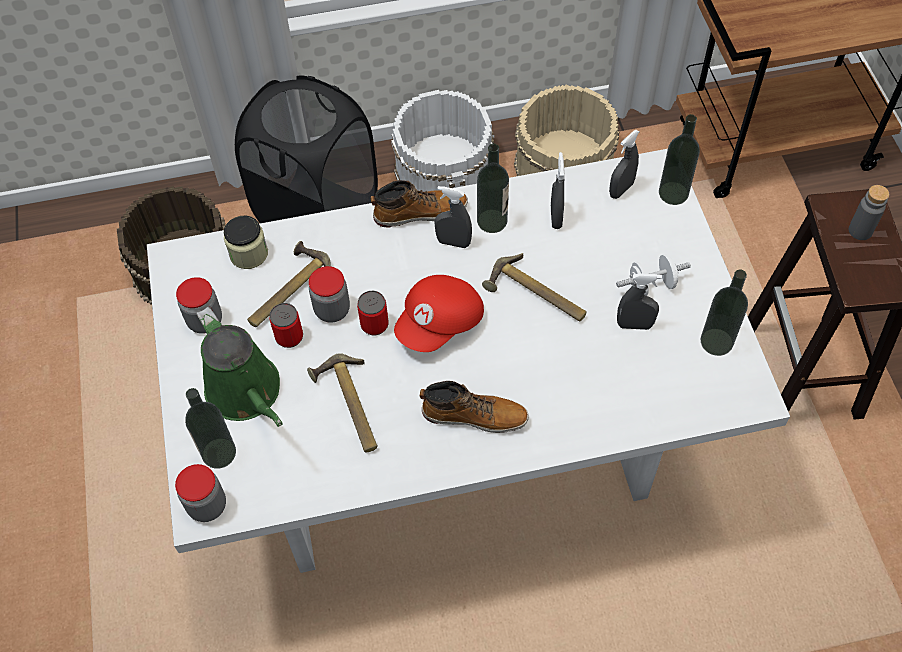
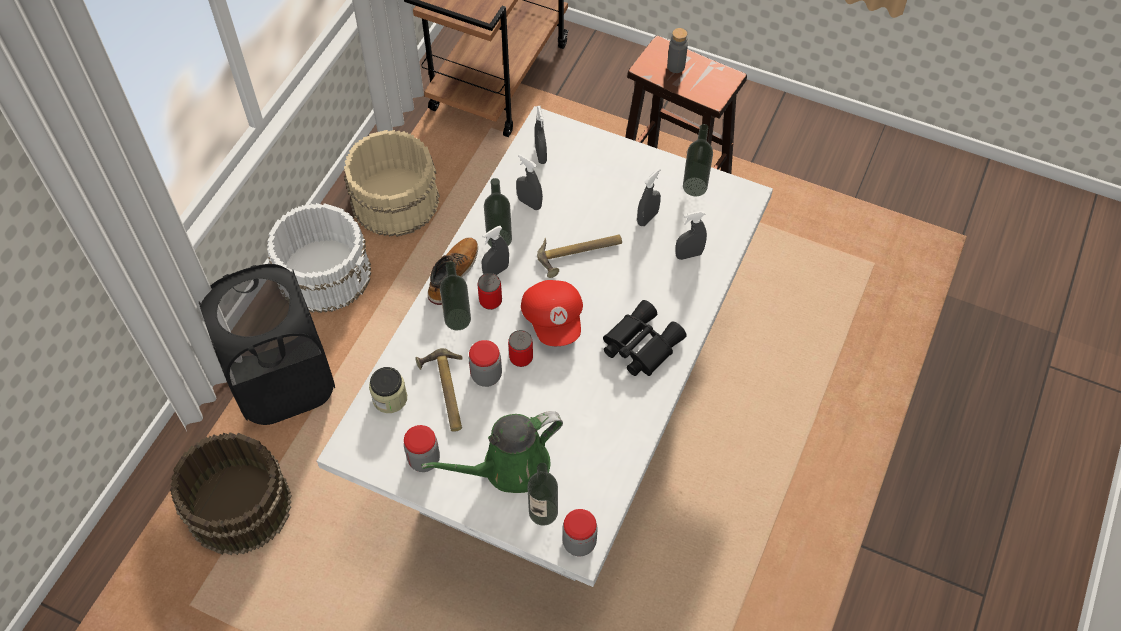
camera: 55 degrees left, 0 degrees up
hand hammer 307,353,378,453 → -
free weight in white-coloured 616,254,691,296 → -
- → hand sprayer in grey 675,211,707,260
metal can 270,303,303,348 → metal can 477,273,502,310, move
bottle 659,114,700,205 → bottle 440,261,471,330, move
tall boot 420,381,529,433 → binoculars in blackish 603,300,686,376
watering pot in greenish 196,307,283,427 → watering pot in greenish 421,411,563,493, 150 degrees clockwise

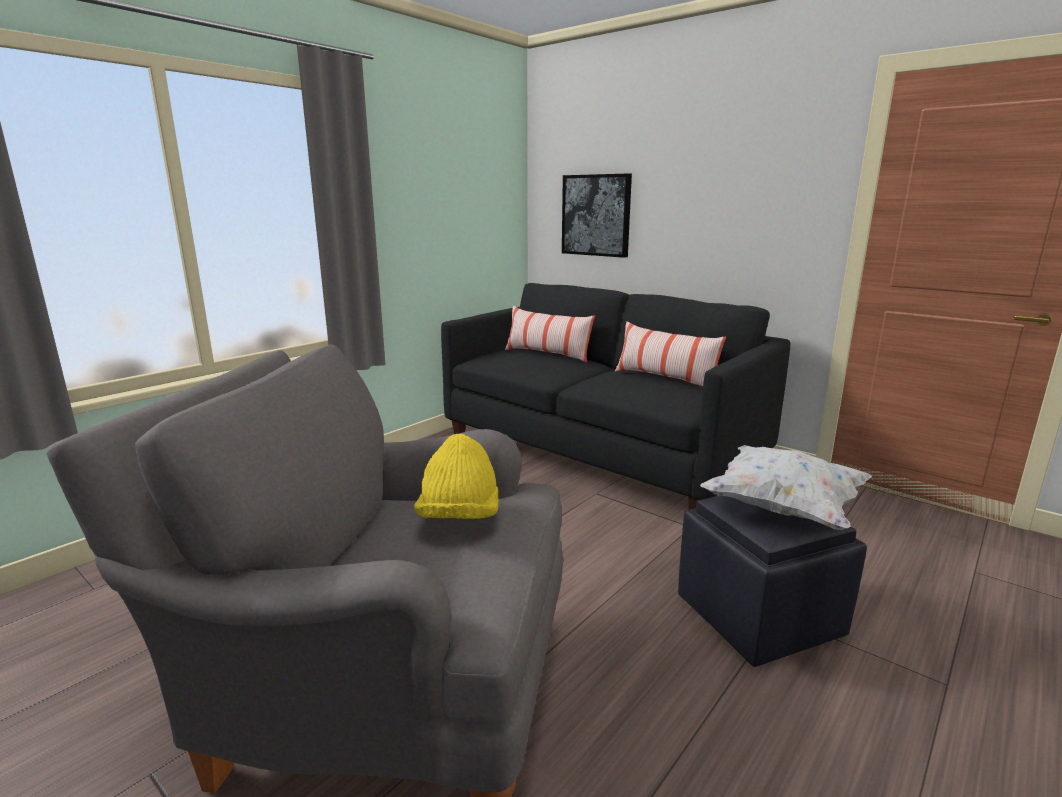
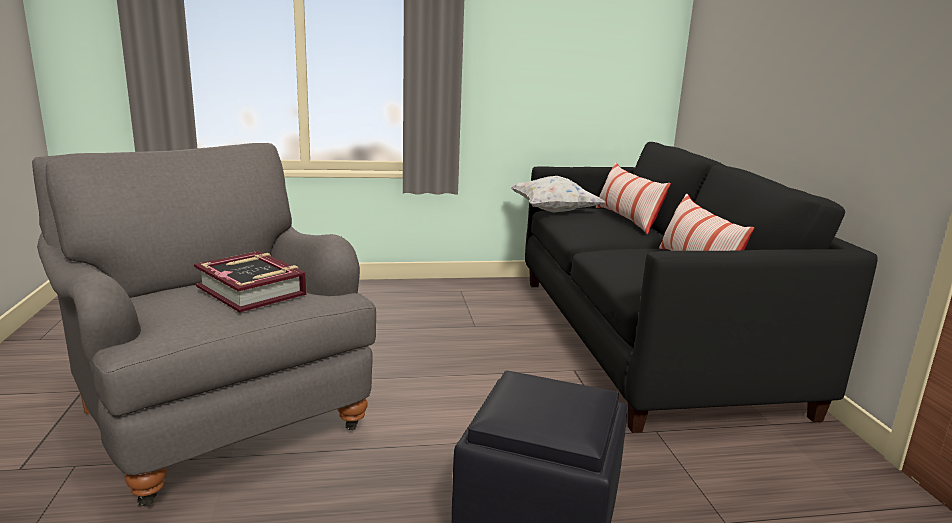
camera: 40 degrees right, 0 degrees up
wall art 562,173,632,258 → -
cushion in white-coloured 700,445,872,530 → cushion in white-coloured 510,176,605,213, move
clothing hat in yellowish 414,434,499,519 → bound book 194,251,307,313

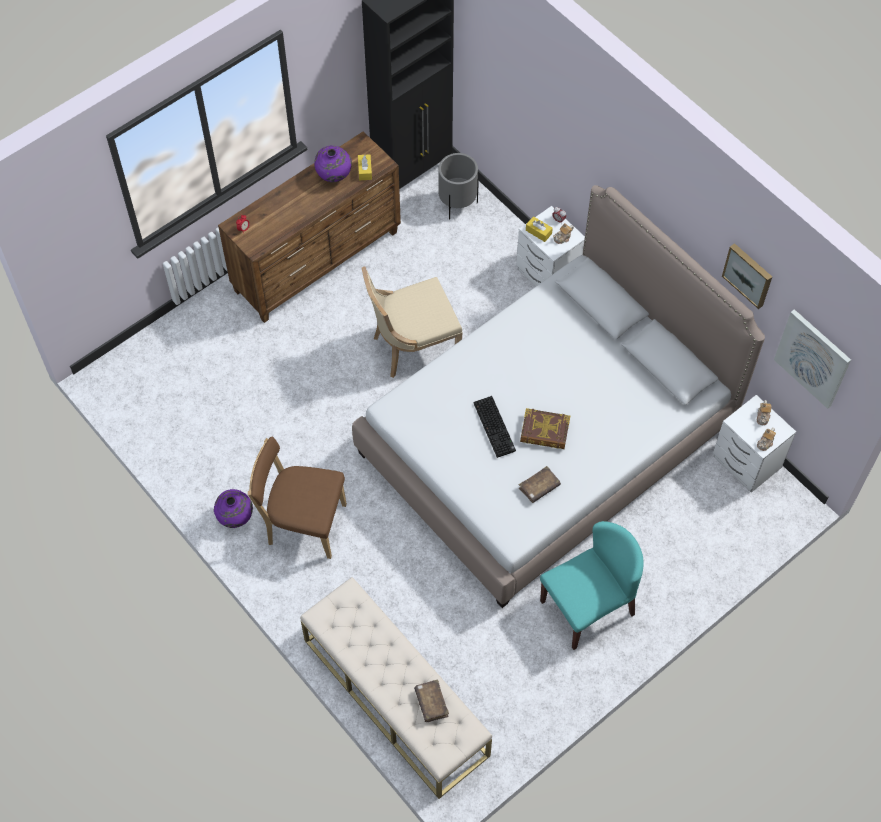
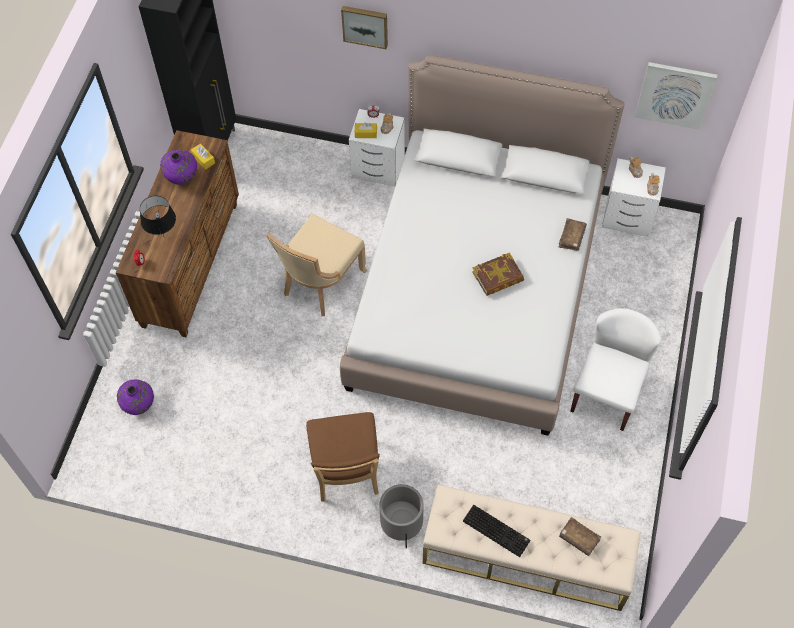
camera: 35 degrees left, 0 degrees up
- → table lamp in blackish 140,196,176,236
vase in purplish 214,489,253,528 → vase in purplish 117,380,154,415, move
planter in grey 438,153,479,219 → planter in grey 379,484,424,548, move
PC keyboard 474,396,516,458 → PC keyboard 463,505,530,557, move
bound book in brownish 519,466,561,503 → bound book in brownish 559,218,587,251, move
wall art 722,243,772,309 → wall art 341,6,388,49, move
chair in turquoise-coloured 540,521,644,650 → chair in white-coloured 570,308,661,431
chair in brownish 248,436,347,559 → chair in brownish 306,412,380,502, 75 degrees counterclockwise

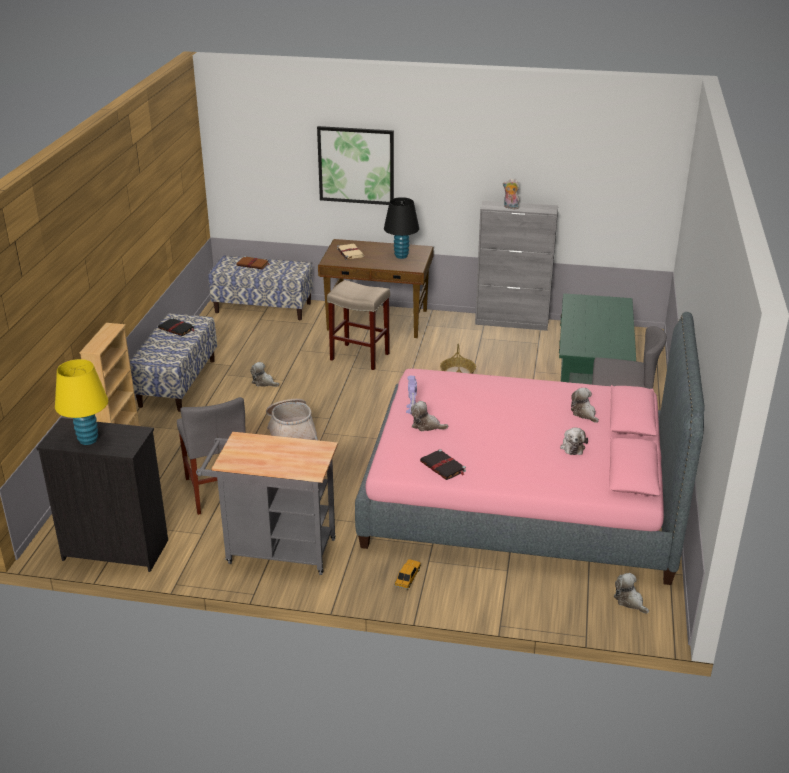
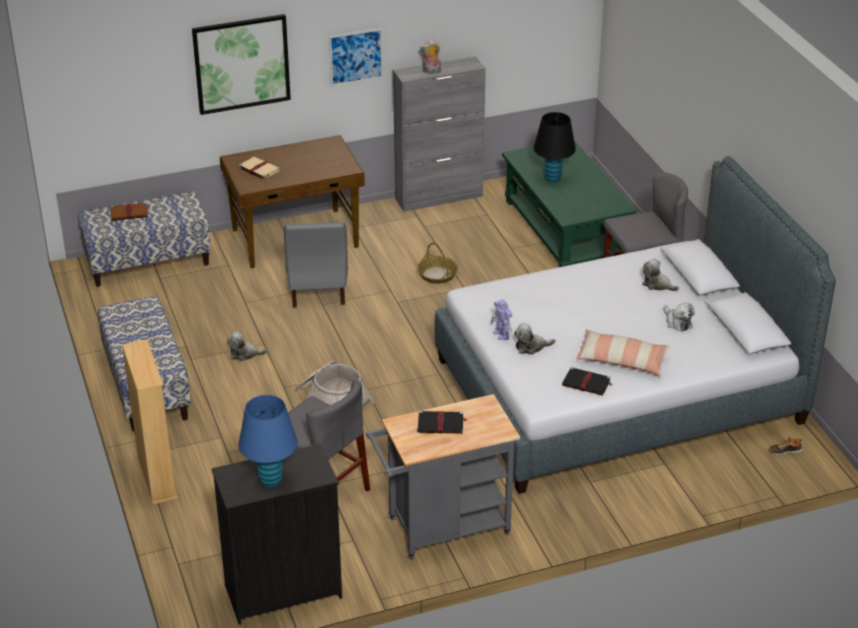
camera: 30 degrees left, 5 degrees up
model car 394,559,421,590 → -
- → wall art 329,28,383,86
- → cushion 576,330,669,376
bound book in blackish 158,318,195,336 → bound book in blackish 418,410,467,434, move
table lamp in blackish 384,197,419,259 → table lamp in blackish 533,112,576,183, move
sitting stool in sand-coloured 327,280,390,370 → chair in grey 284,222,348,308
soft toy 614,573,649,613 → shoe 769,437,803,455
table lamp in yellowish 55,359,108,445 → table lamp in bluish 239,395,298,487
bed in pinkish 355,312,705,585 → bed in grey 435,156,836,494

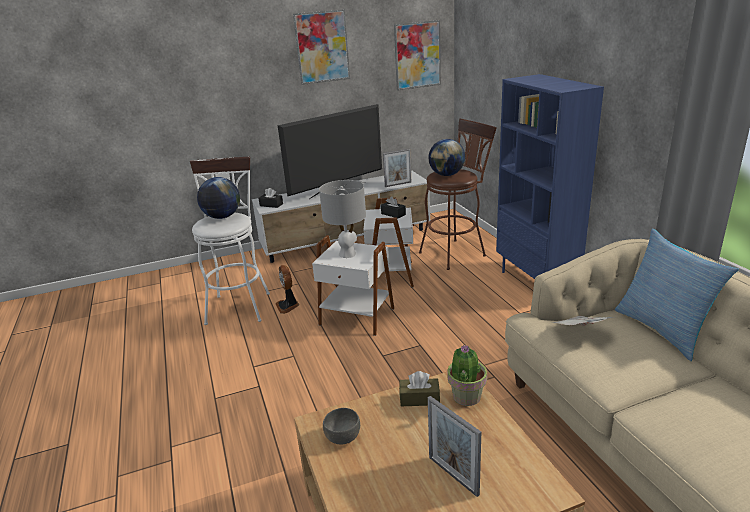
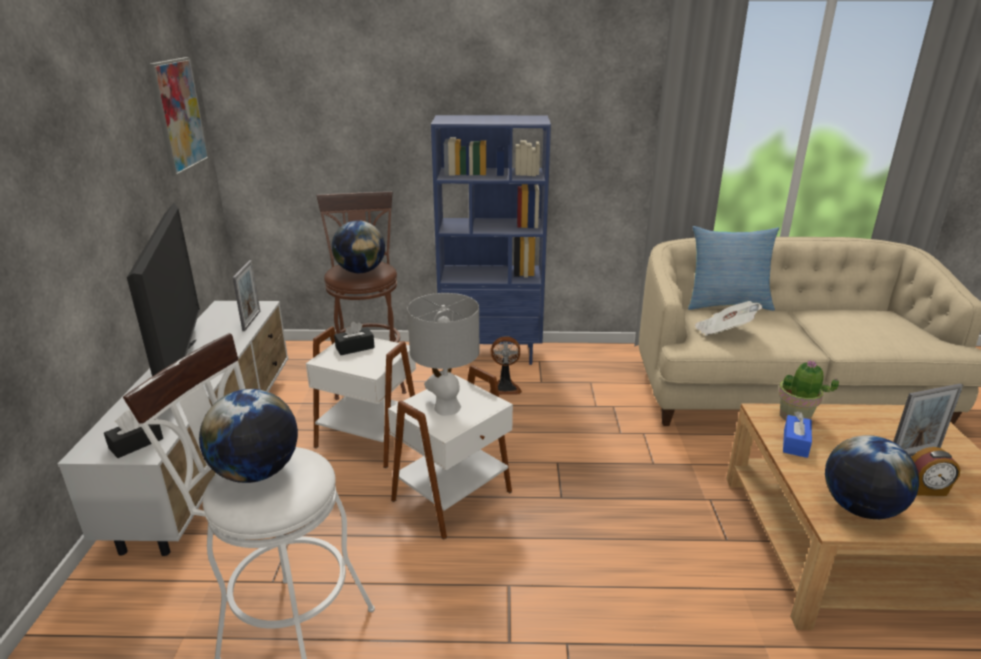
camera: 70 degrees left, 0 degrees up
wall art 293,9,350,85 → -
- → bedside clock 912,447,961,496
fan 276,265,299,314 → fan 490,336,522,395, move
deep dish in grey 323,408,360,444 → world globe 825,435,919,519
tissue holder in brownish 399,371,440,406 → tissue holder in bluish 783,412,812,458

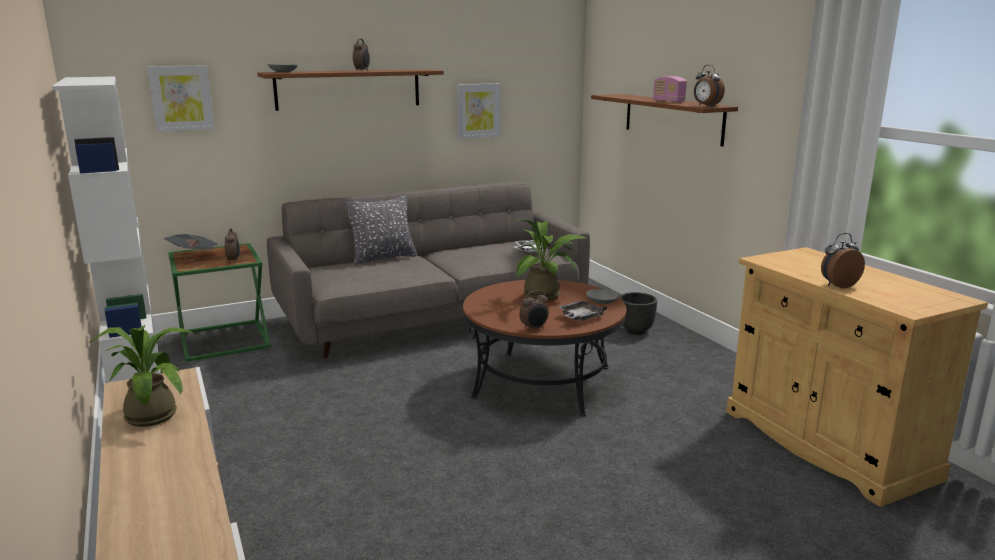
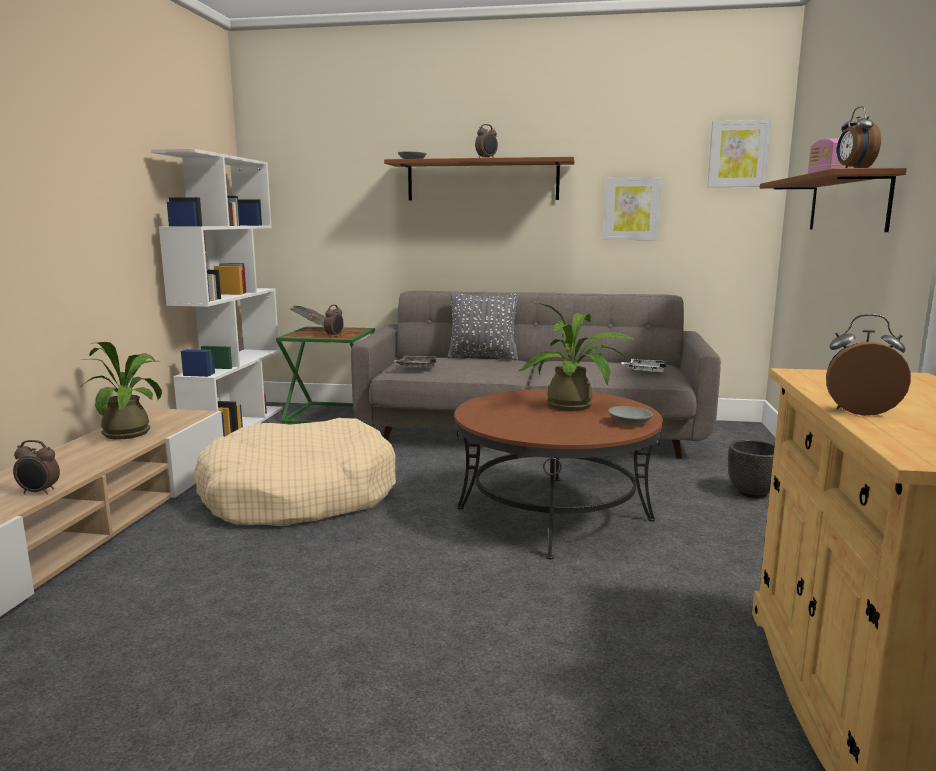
camera: 35 degrees right, 5 degrees down
- → dog bed in sand-coloured 193,418,396,526
wall art 147,65,215,132 → wall art 707,120,771,187, move
bedside clock 519,290,549,332 → bedside clock 13,440,60,495, move
serving tray in grey 559,300,607,321 → serving tray in grey 394,356,436,367, move

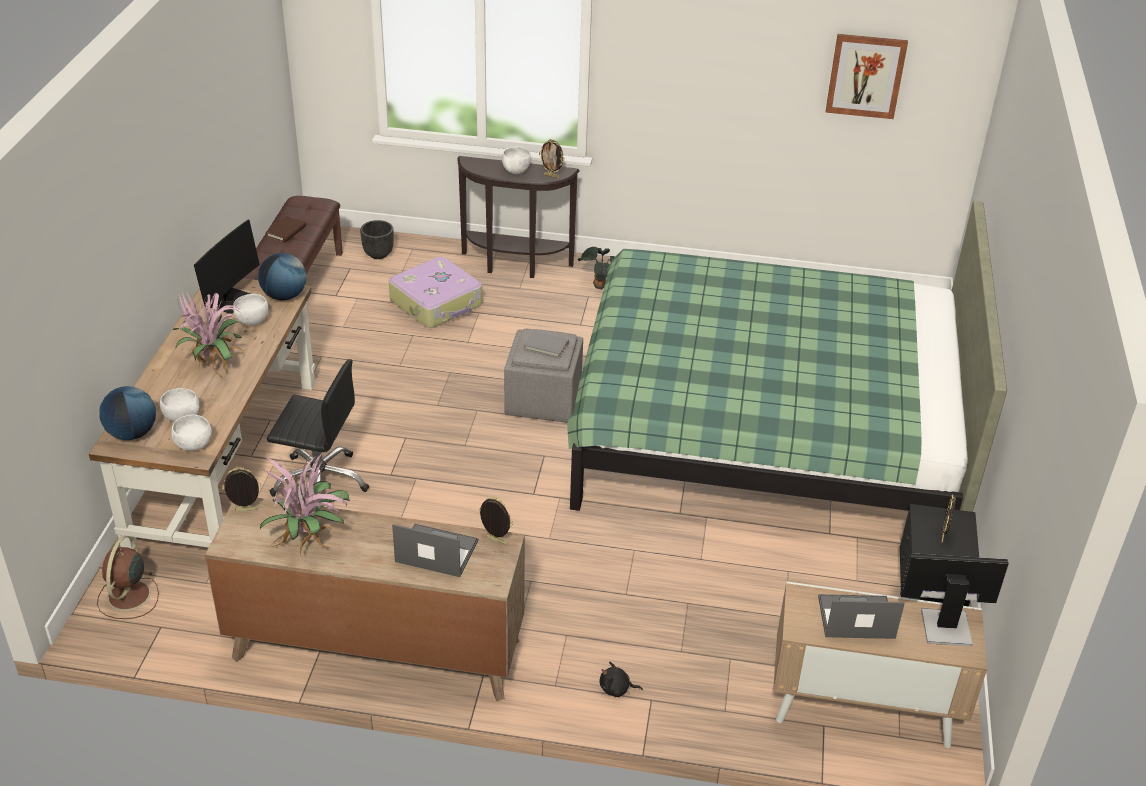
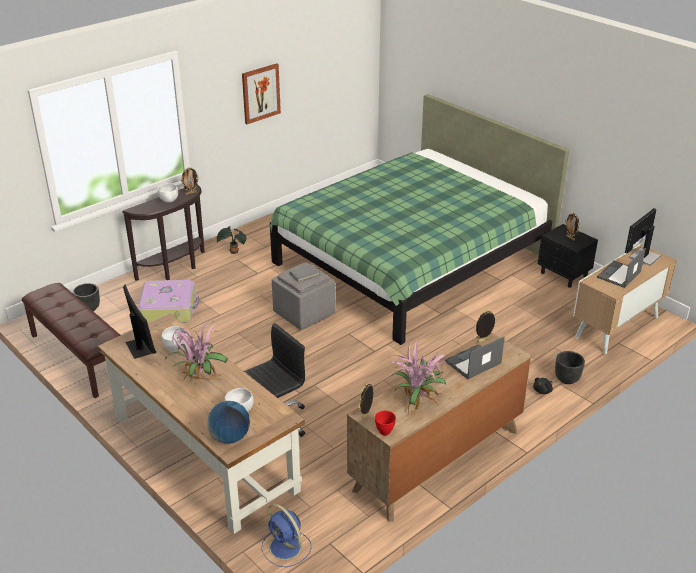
camera: 50 degrees left, 5 degrees down
deep dish in white-coloured 171,415,212,451 → -
world globe 258,253,306,301 → -
bound book in brownish 266,216,306,243 → -
- → deep dish in red-coloured 375,411,396,436
- → planter in blackish 555,351,585,384
wall art 826,34,908,119 → wall art 242,63,281,124, move
fan in brownish 97,536,159,619 → fan in bluish 262,504,311,567

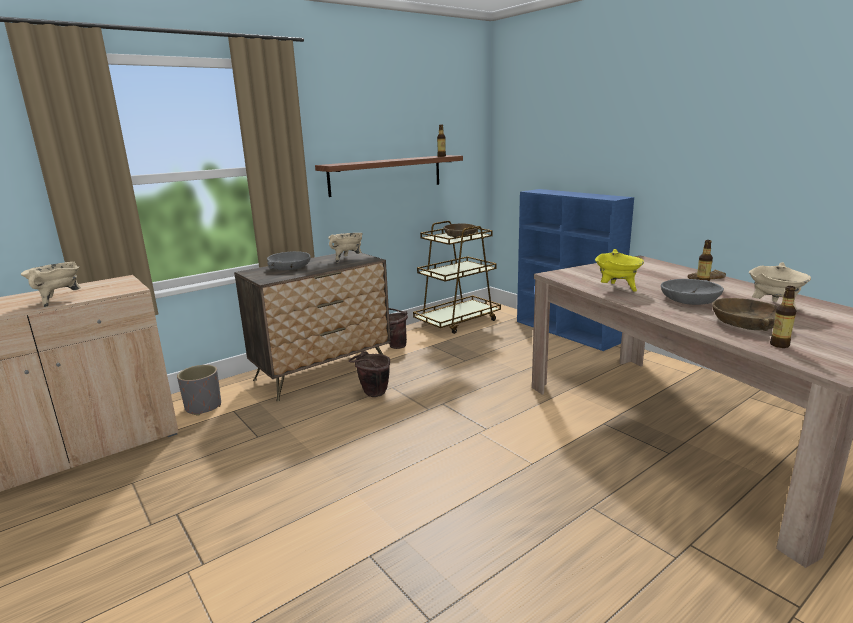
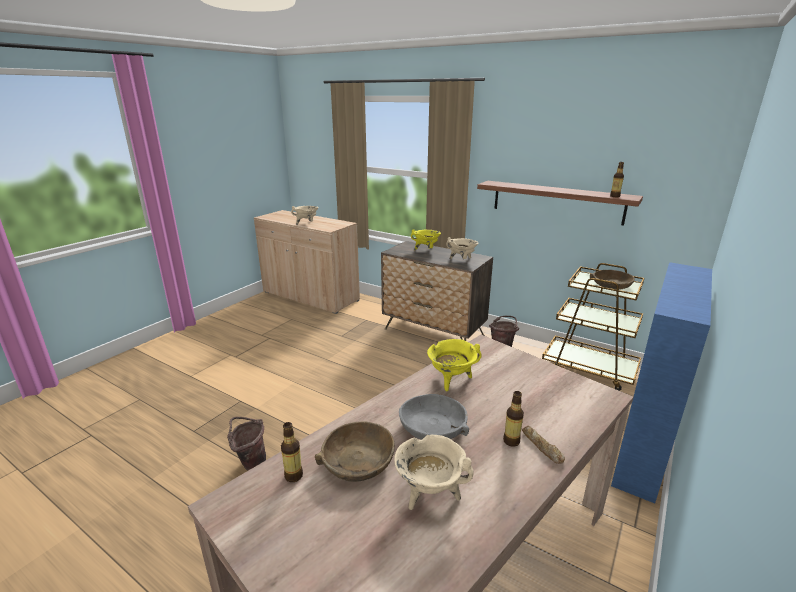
camera: 70 degrees right, 5 degrees up
planter in grey 177,365,221,415 → -
pail in brownish 349,351,390,397 → pail in brownish 227,417,266,471, move
deep dish in grey 267,251,311,270 → cooking pot in yellowish 411,229,441,250

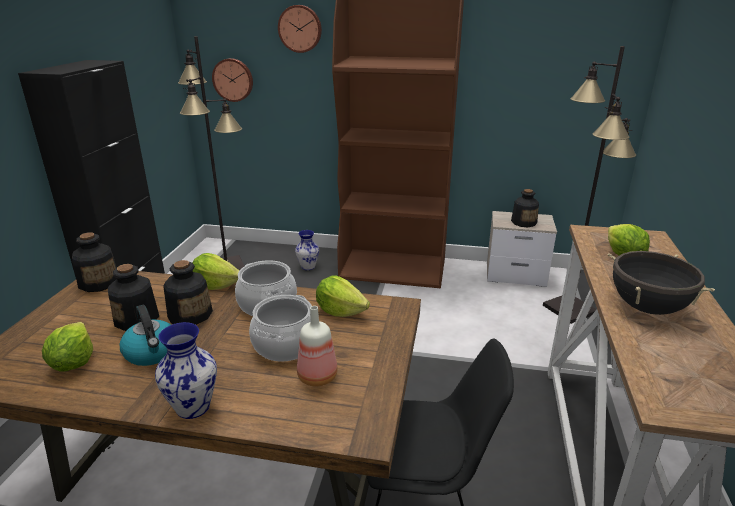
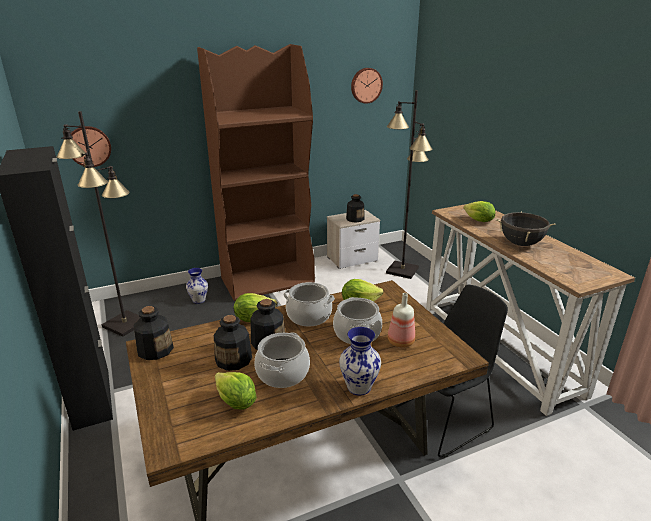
camera: 35 degrees left, 0 degrees up
clock on the wall 278,5,322,53 → clock on the wall 351,68,383,104, move
kettle 120,305,171,366 → cooking pot 254,332,310,388

